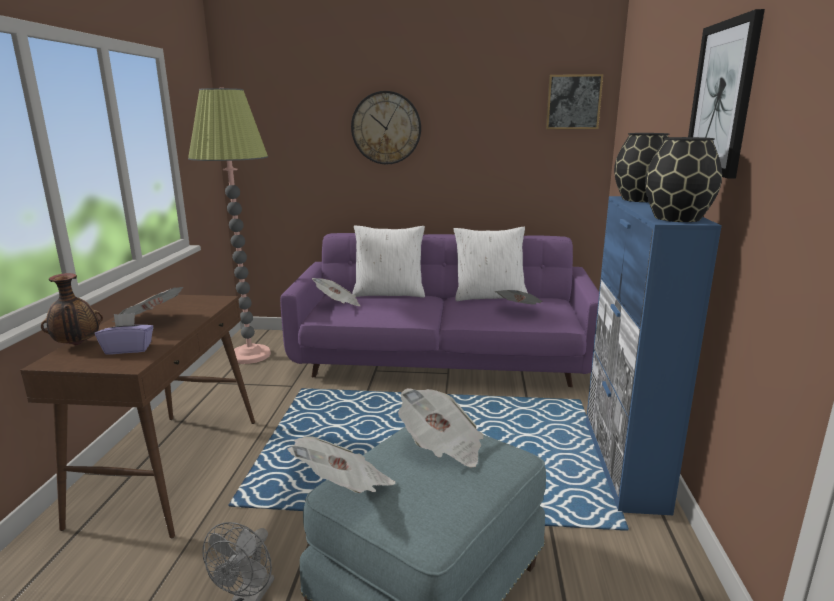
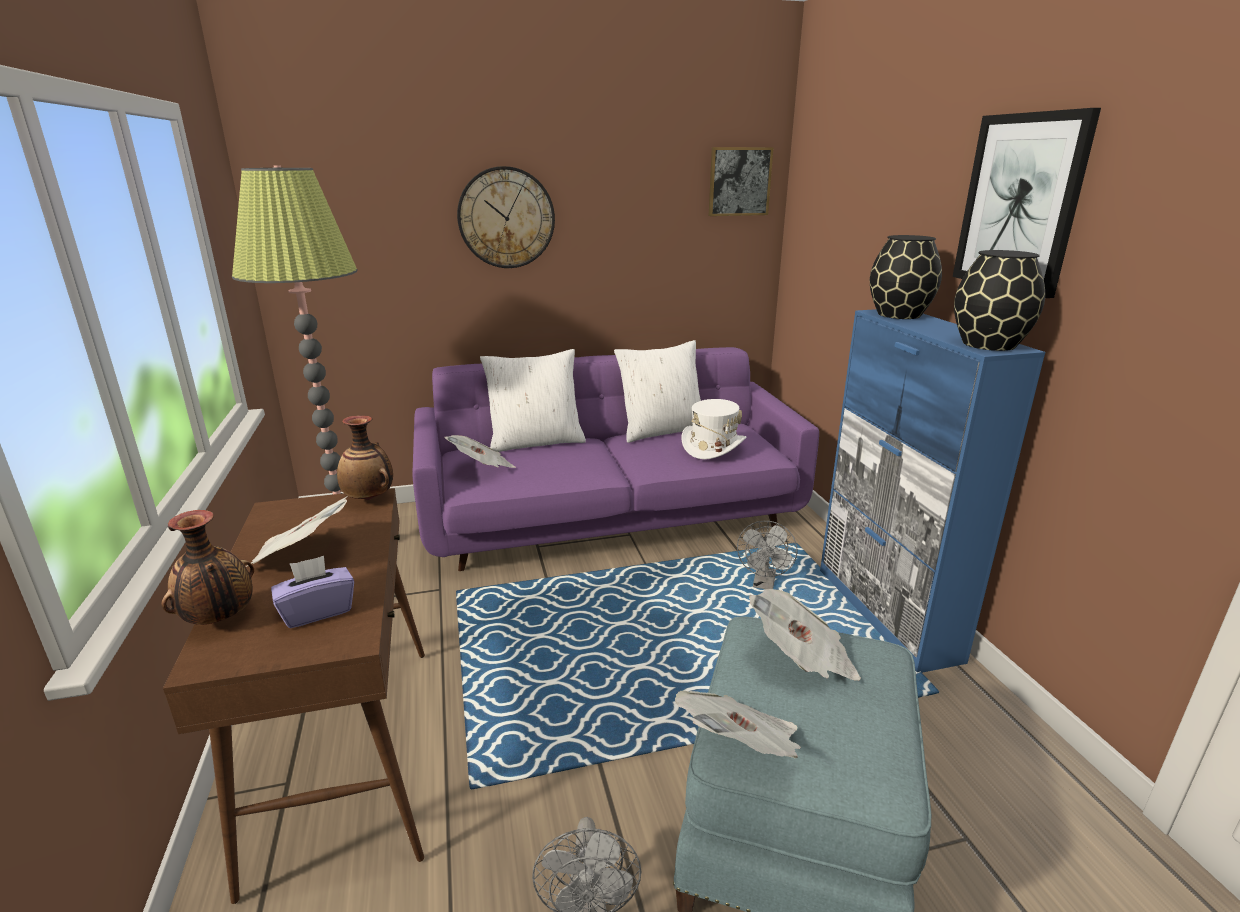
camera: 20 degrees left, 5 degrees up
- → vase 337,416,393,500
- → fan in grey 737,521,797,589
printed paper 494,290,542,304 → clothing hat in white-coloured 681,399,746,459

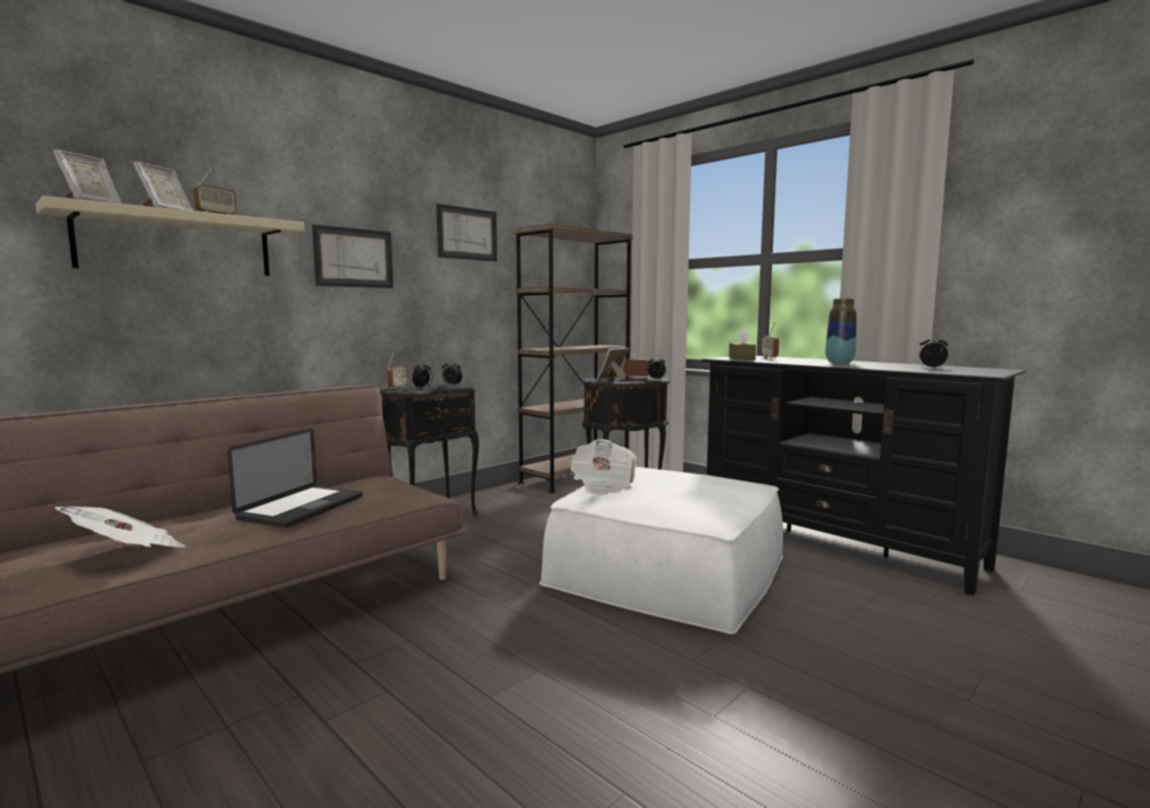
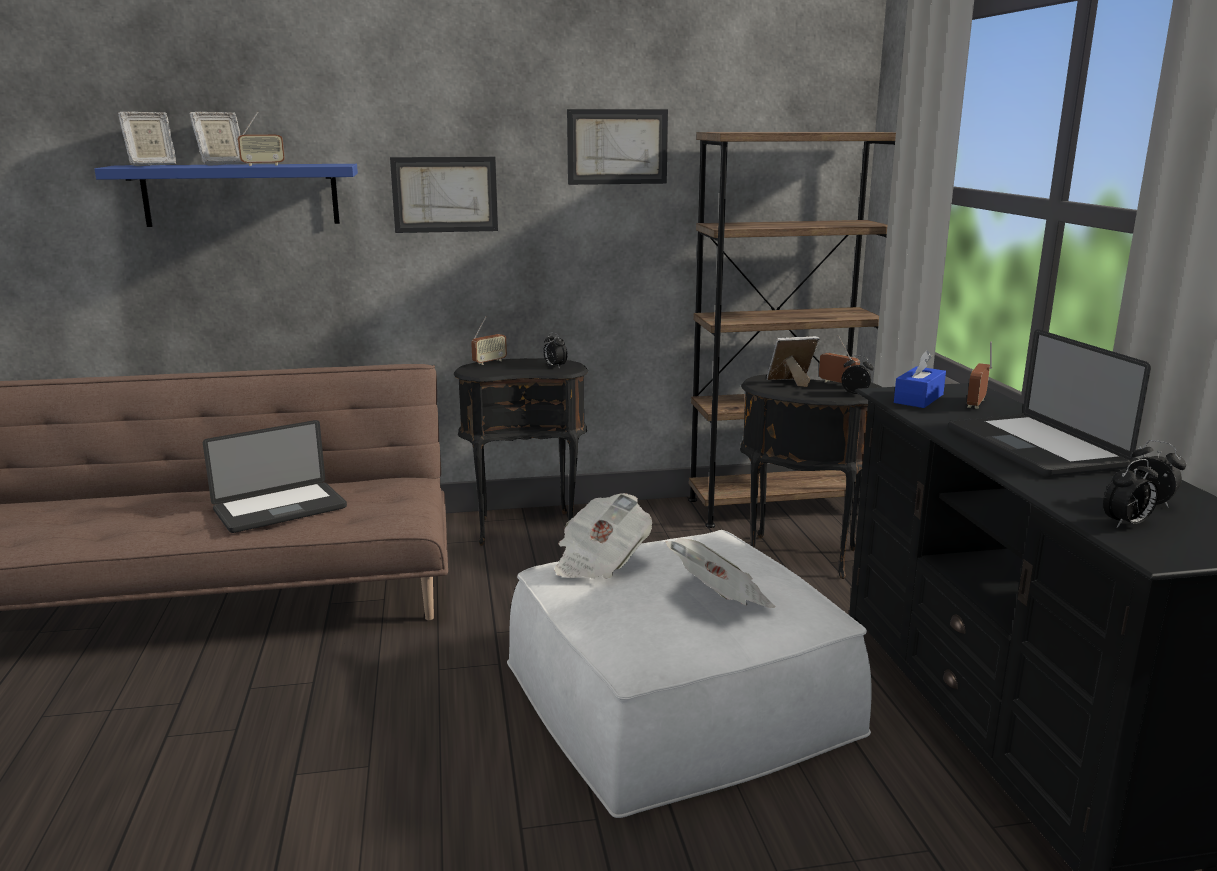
camera: 35 degrees right, 10 degrees up
printed paper 55,507,187,547 → printed paper 666,538,776,608, move
bedside clock 412,361,432,388 → bedside clock 1103,459,1159,528, move
vase 825,298,857,364 → portable computer 949,329,1151,477
shelf in sand-coloured 35,196,304,276 → shelf in bluish 94,164,358,227
tissue holder in brownish 729,329,756,360 → tissue holder in bluish 894,350,946,408

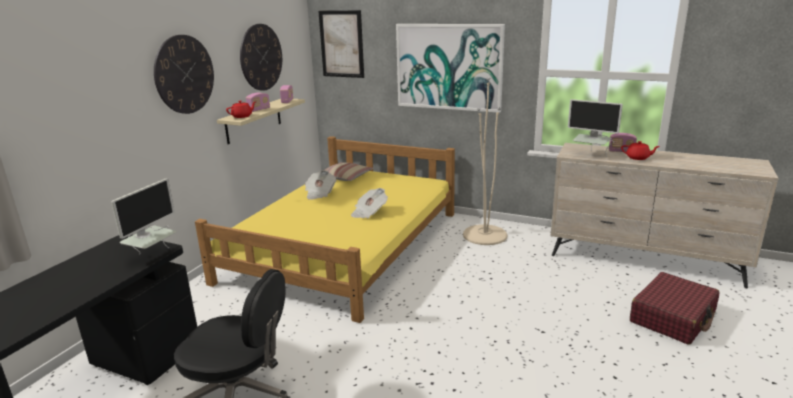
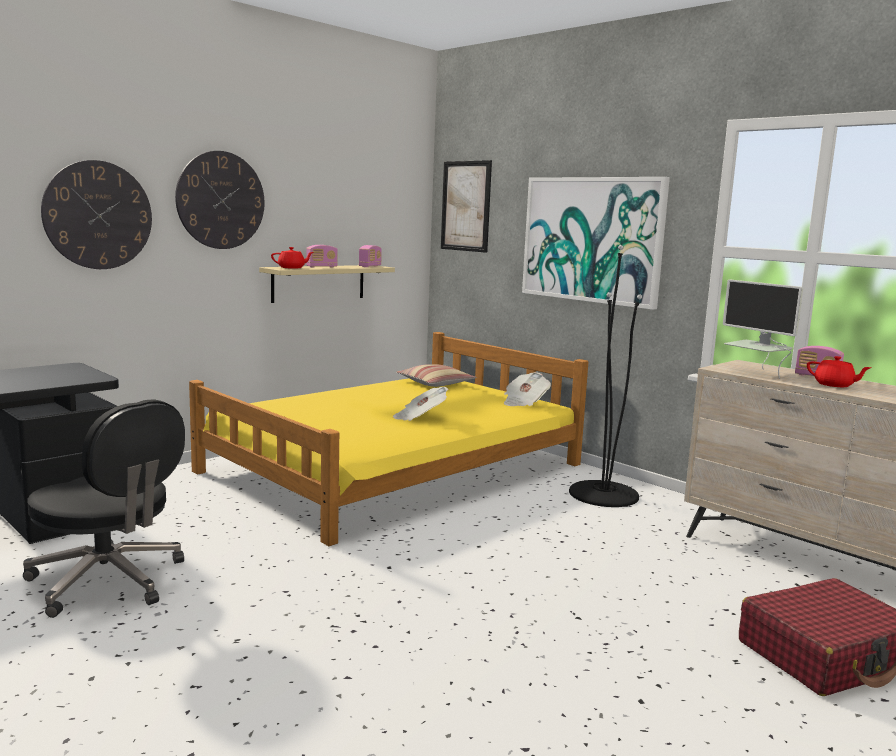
camera: 20 degrees right, 10 degrees down
monitor 111,178,177,255 → -
clock on the wall 240,24,282,91 → clock on the wall 41,160,152,269, move
printed paper 305,170,336,200 → printed paper 504,372,551,406, move
floor lamp in sand-coloured 463,77,508,245 → floor lamp in blackish 569,245,642,507

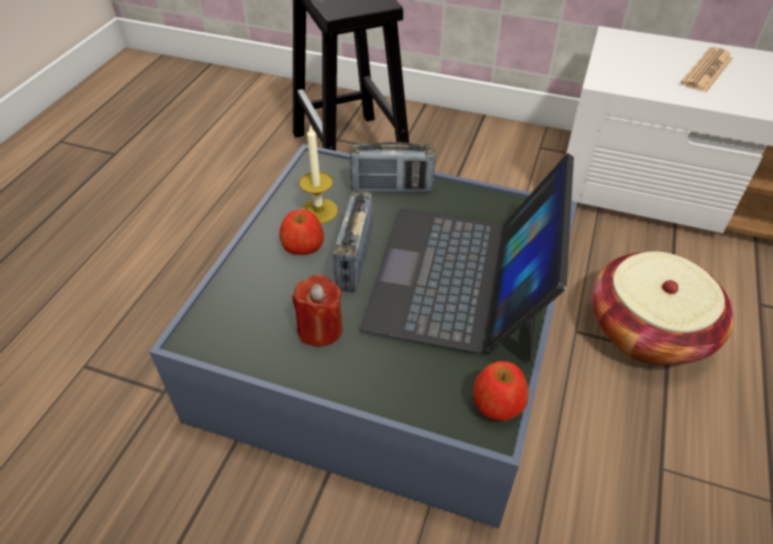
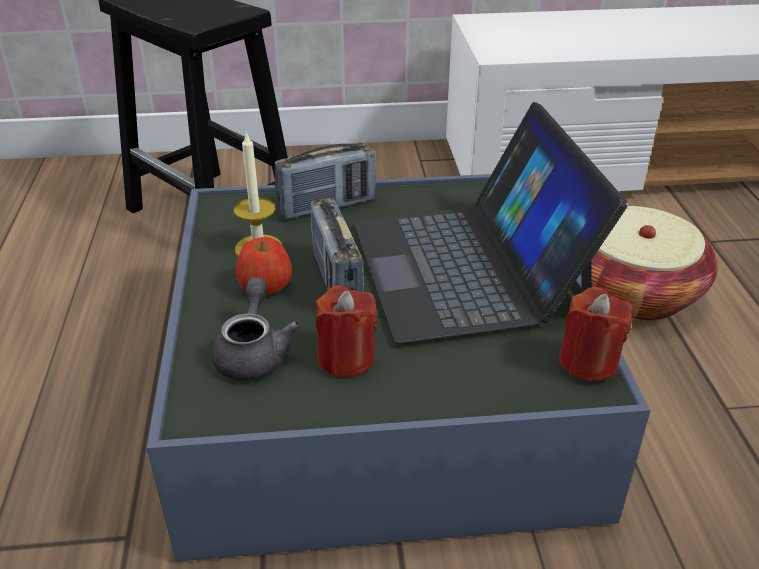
camera: 25 degrees left, 10 degrees down
printed paper 681,47,733,92 → -
- → teapot in grey 212,277,300,381
apple 473,361,528,421 → wax light in red-coloured 559,287,632,381

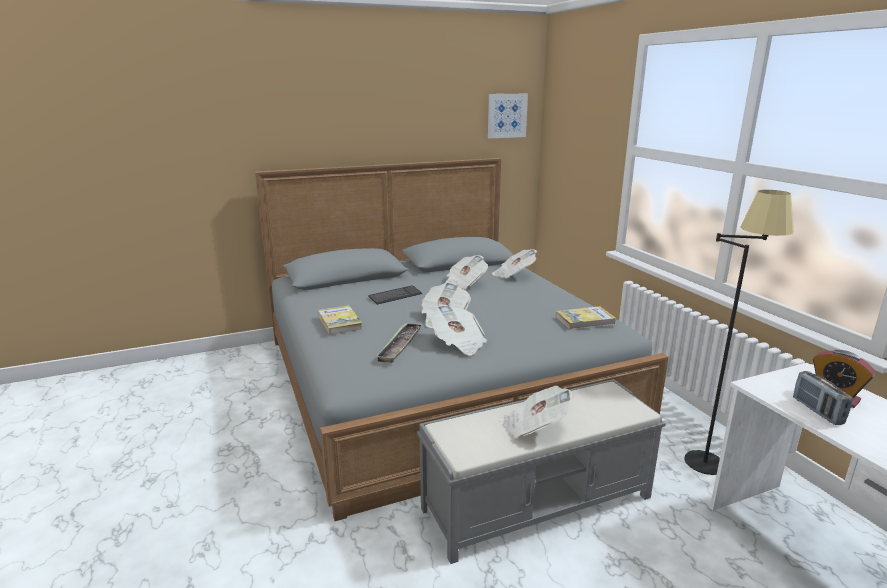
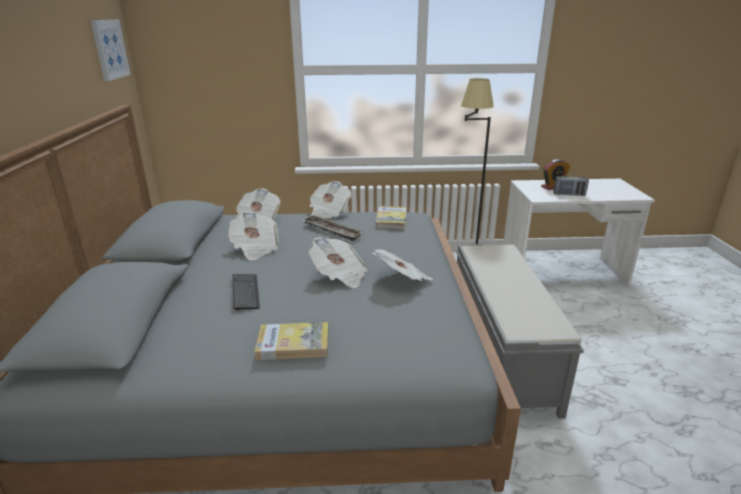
camera: 70 degrees left, 5 degrees up
serving tray 375,323,422,363 → serving tray 303,215,363,241, move
printed paper 499,386,574,438 → printed paper 309,181,351,218, move

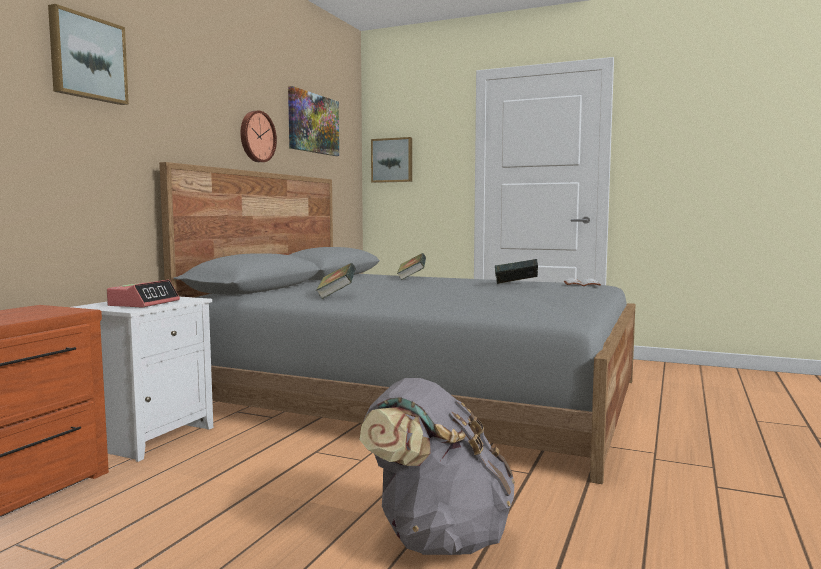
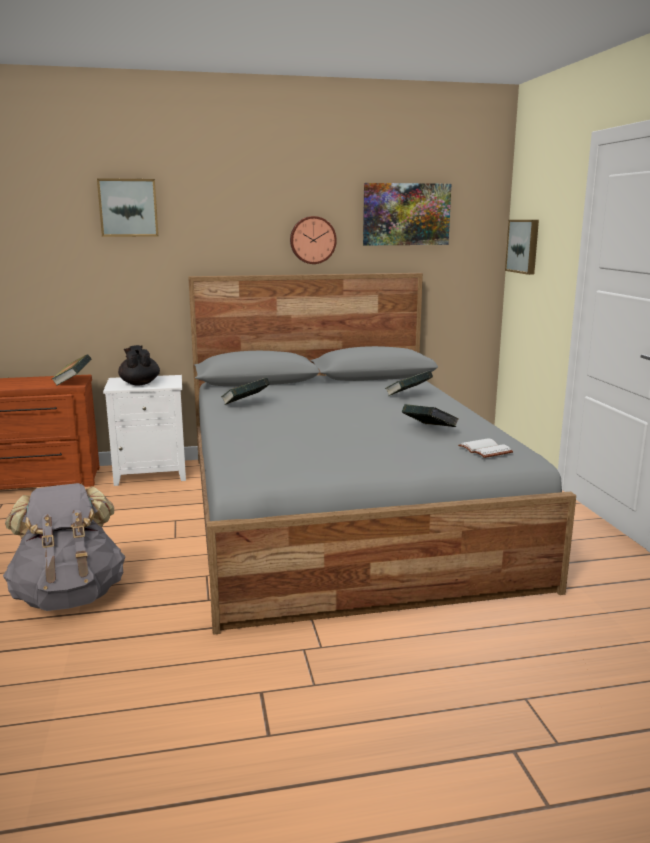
camera: 55 degrees right, 10 degrees up
- → bound book 51,354,92,386
bedside clock 107,280,180,308 → teapot in blackish 118,345,160,386

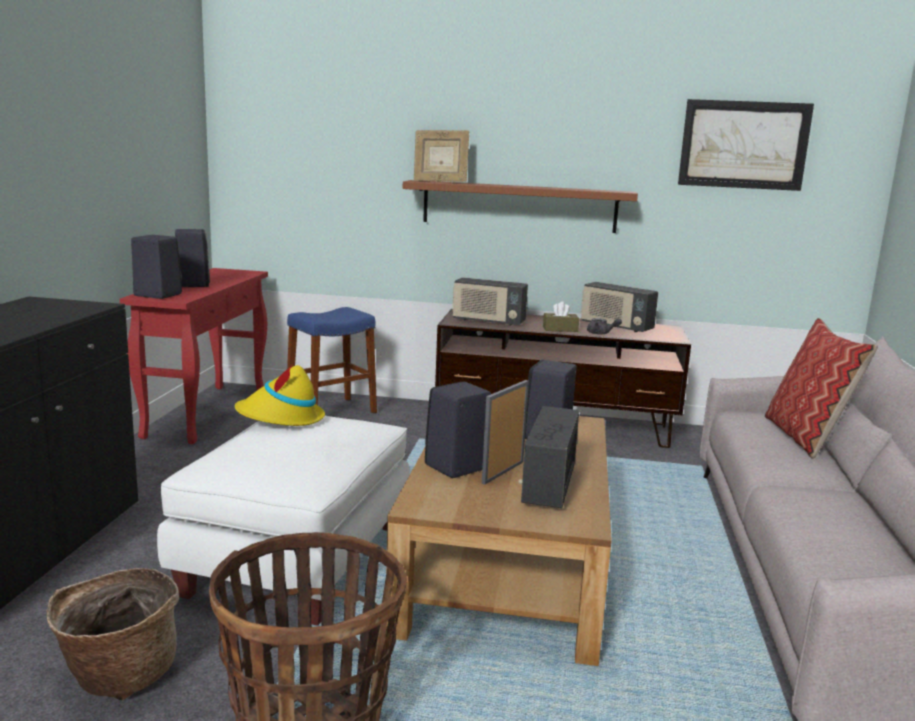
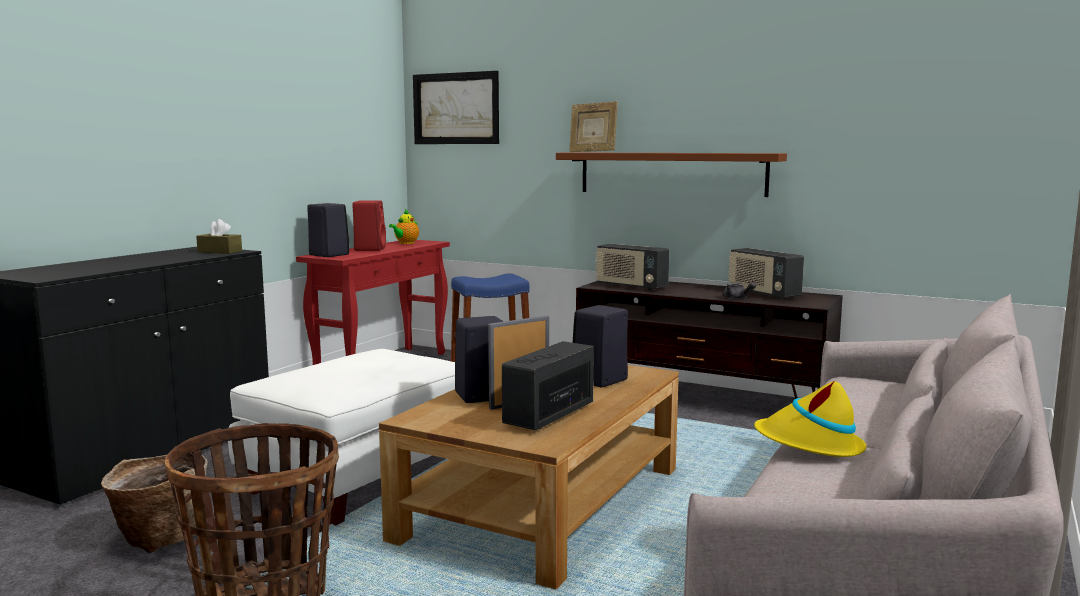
camera: 20 degrees right, 5 degrees down
cushion 765,318,878,459 → -
- → teapot 389,209,419,244
clothing hat in yellowish 235,365,325,426 → clothing hat in yellowish 754,381,866,457, move
tissue holder in brownish 543,301,579,332 → tissue holder in brownish 196,219,242,254, move
wall art 678,99,814,191 → wall art 413,71,499,144, move
audio speaker in blackish 175,229,210,287 → audio speaker in red-coloured 352,201,386,251

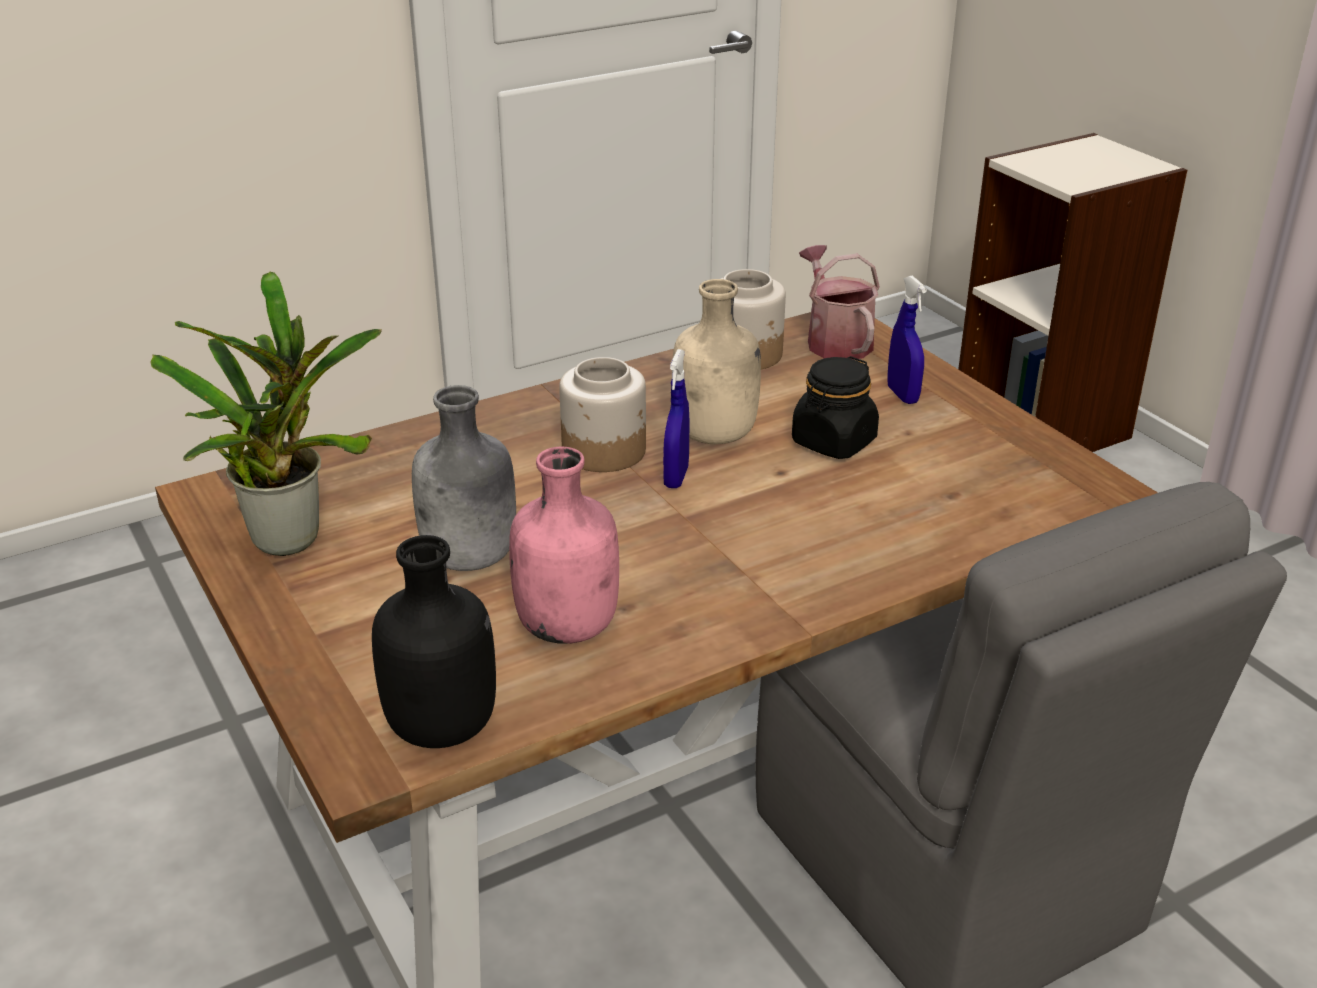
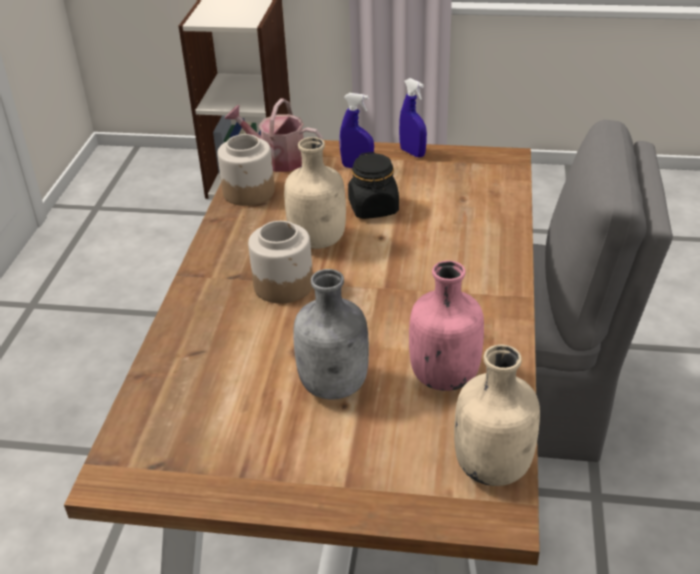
camera: 50 degrees left, 5 degrees up
houseplant 150,272,382,556 → -
hand sprayer in bluish 663,349,689,488 → hand sprayer in bluish 399,78,427,158, move
bottle in blackish 372,535,496,748 → bottle in sand-coloured 454,345,540,486

